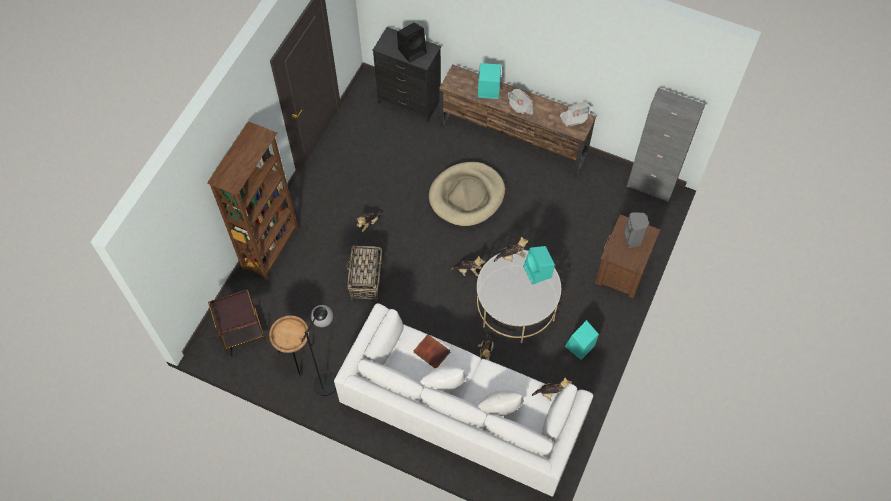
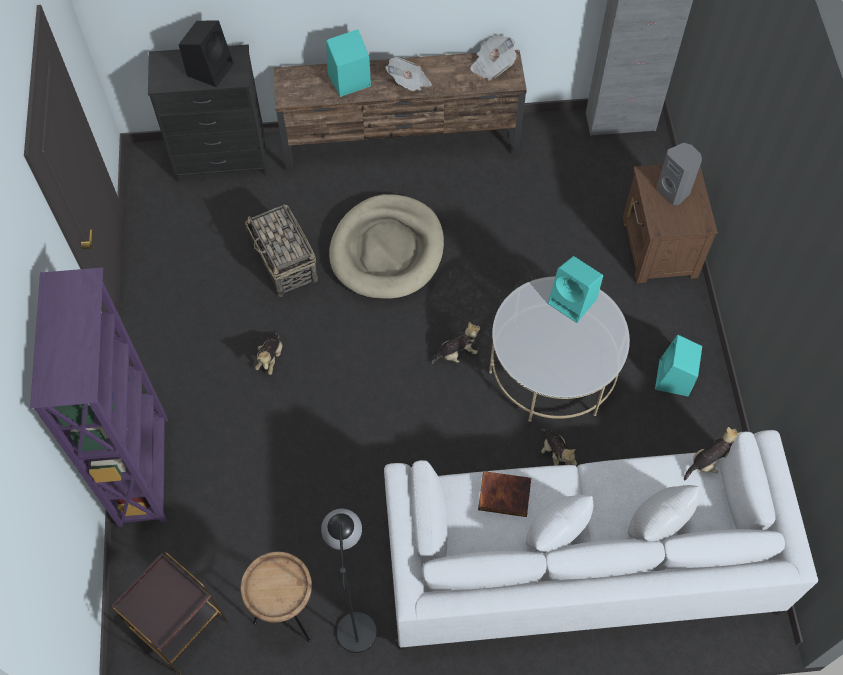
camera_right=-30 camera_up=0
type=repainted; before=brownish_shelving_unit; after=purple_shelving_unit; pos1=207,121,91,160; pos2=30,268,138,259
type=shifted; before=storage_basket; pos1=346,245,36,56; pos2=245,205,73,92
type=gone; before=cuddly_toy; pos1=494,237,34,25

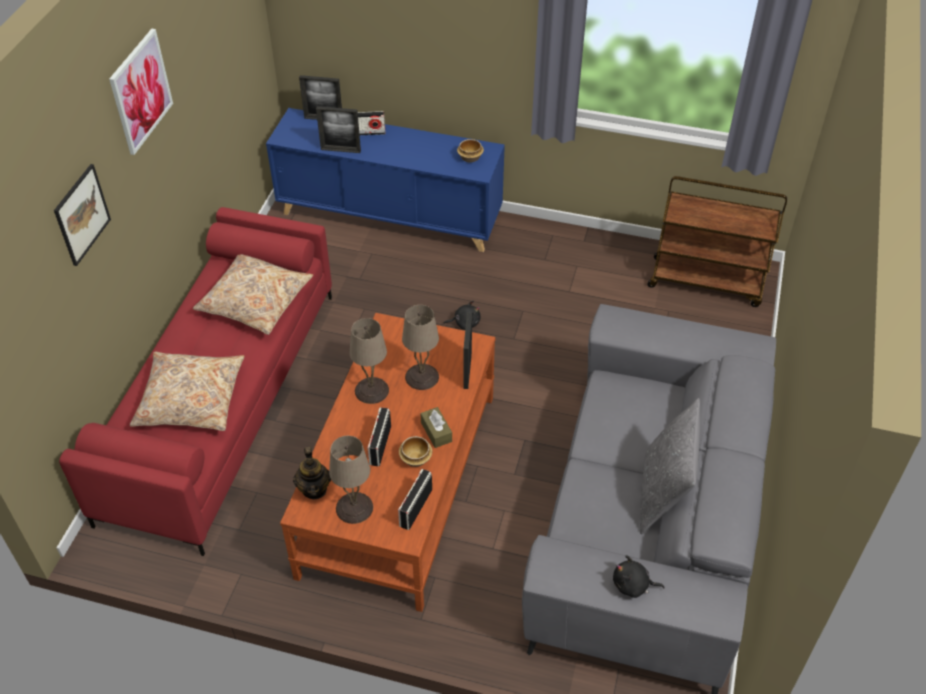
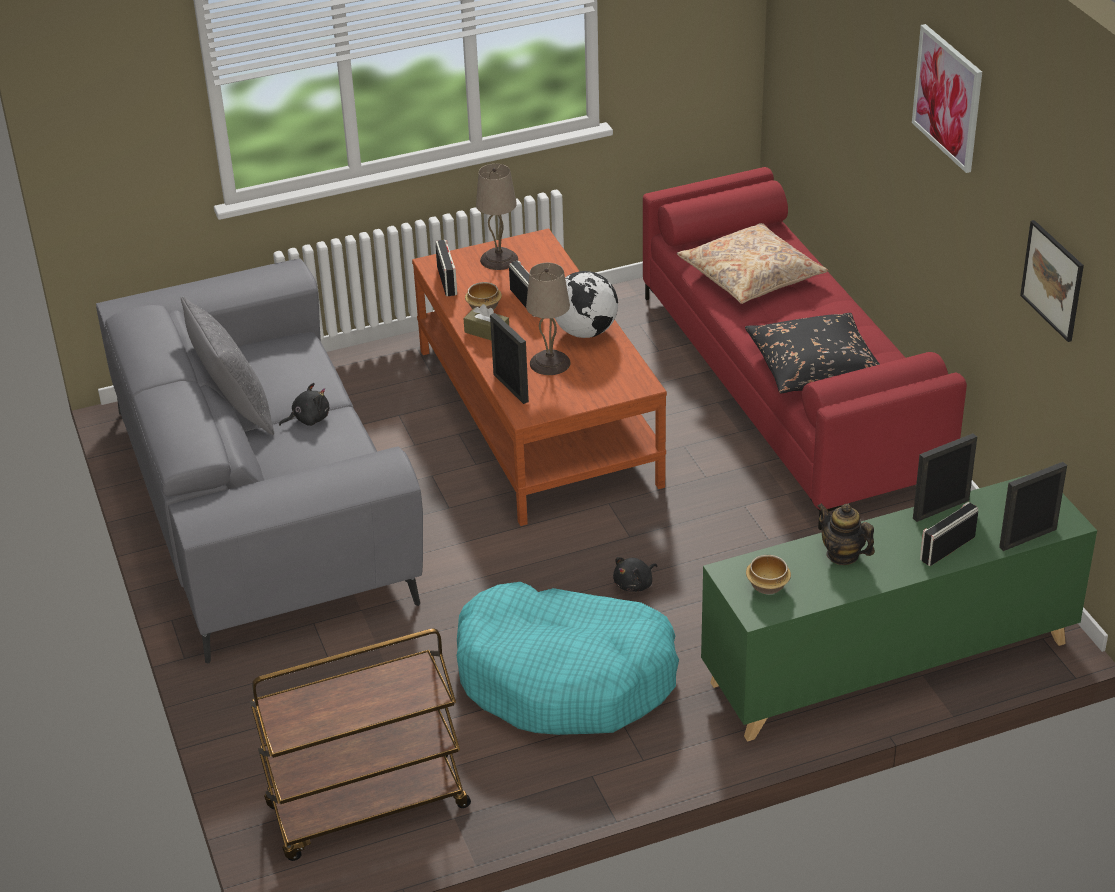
camera_right=145 camera_up=-10
type=shifted; before=wall_art; pos1=54,164,57,102; pos2=1020,220,64,122
type=repainted; before=sand-coloured_cushion; after=blackish_cushion; pos1=193,255,120,80; pos2=745,313,135,81
type=repainted; before=blue-coloured_storage_cabinet; after=green-coloured_storage_cabinet; pos1=266,108,239,144; pos2=701,474,396,268
type=shifted; before=tea_pot; pos1=293,447,38,52; pos2=818,503,57,62
type=swapped; before=sand-coloured_tabletop_lamp; after=globe; pos1=350,318,39,86; pos2=555,271,63,67
type=shifted; before=blackish_cuddly_toy; pos1=613,555,52,43; pos2=279,383,50,43
type=new; after=turquoise-coloured_dog_cushion; pos2=456,582,223,153

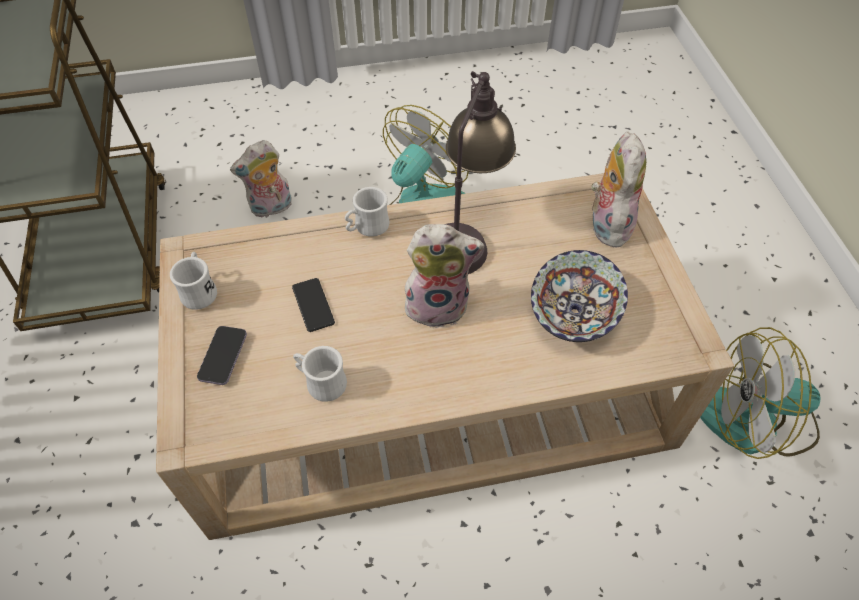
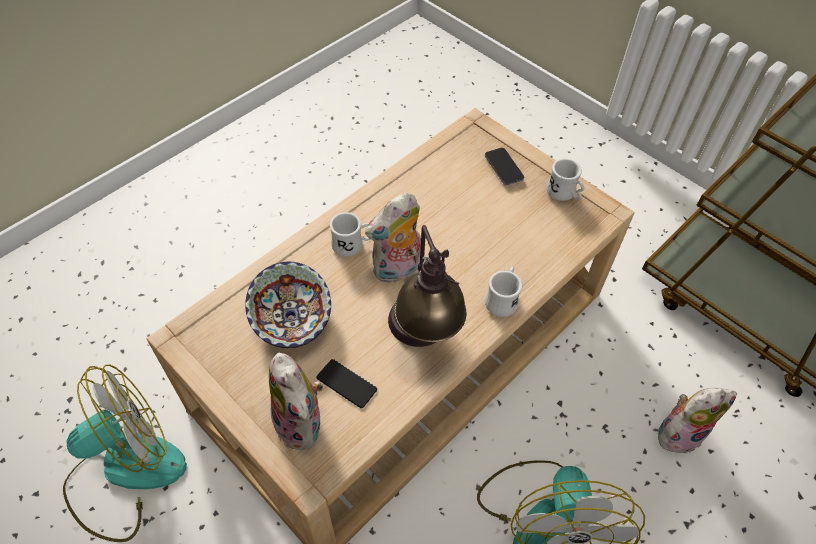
camera_right=145 camera_up=0
type=rotated; before=cuddly_toy; pos1=230,140,62,78; pos2=658,388,79,66; turn=45
type=shifted; before=handset; pos1=292,278,43,54; pos2=316,359,61,49
type=shifted; before=white_mug; pos1=293,346,54,56; pos2=330,212,40,45

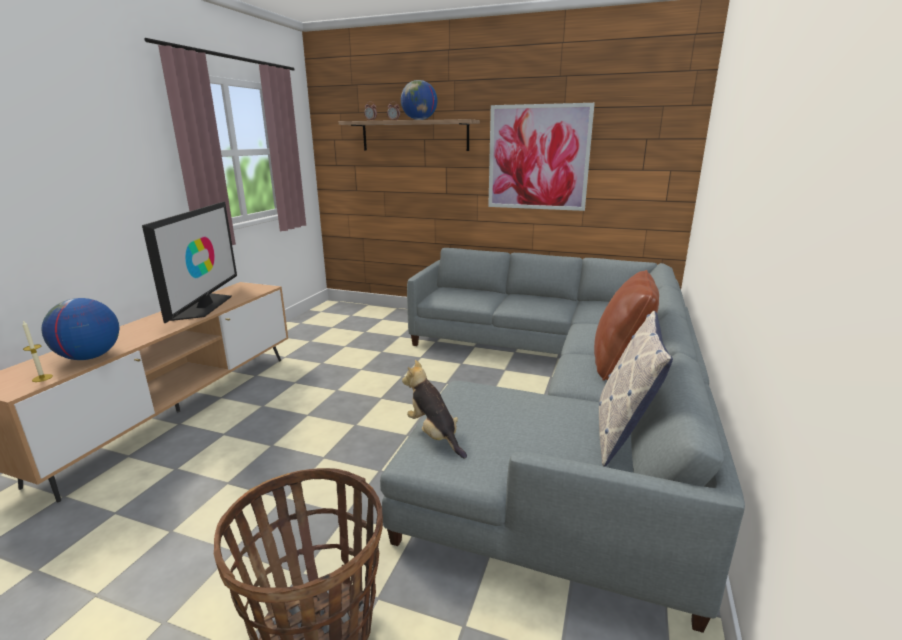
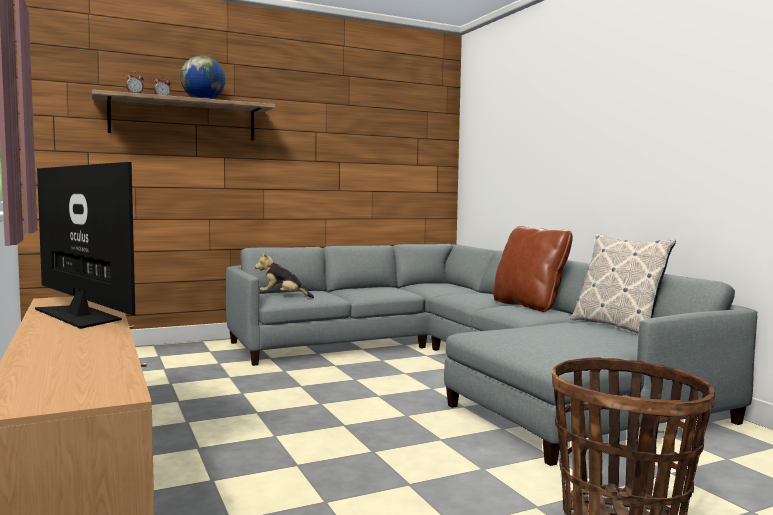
camera_right=-45 camera_up=-15
type=gone; before=wax_light; pos1=22,320,31,62
type=gone; before=globe; pos1=42,298,77,62
type=shifted; before=cuddly_toy; pos1=402,360,65,99; pos2=255,253,59,45
type=gone; before=wall_art; pos1=488,103,107,108

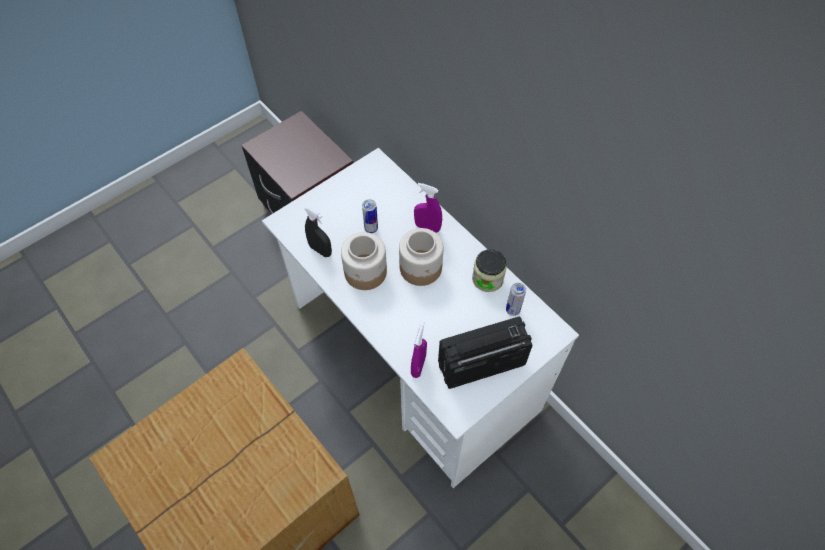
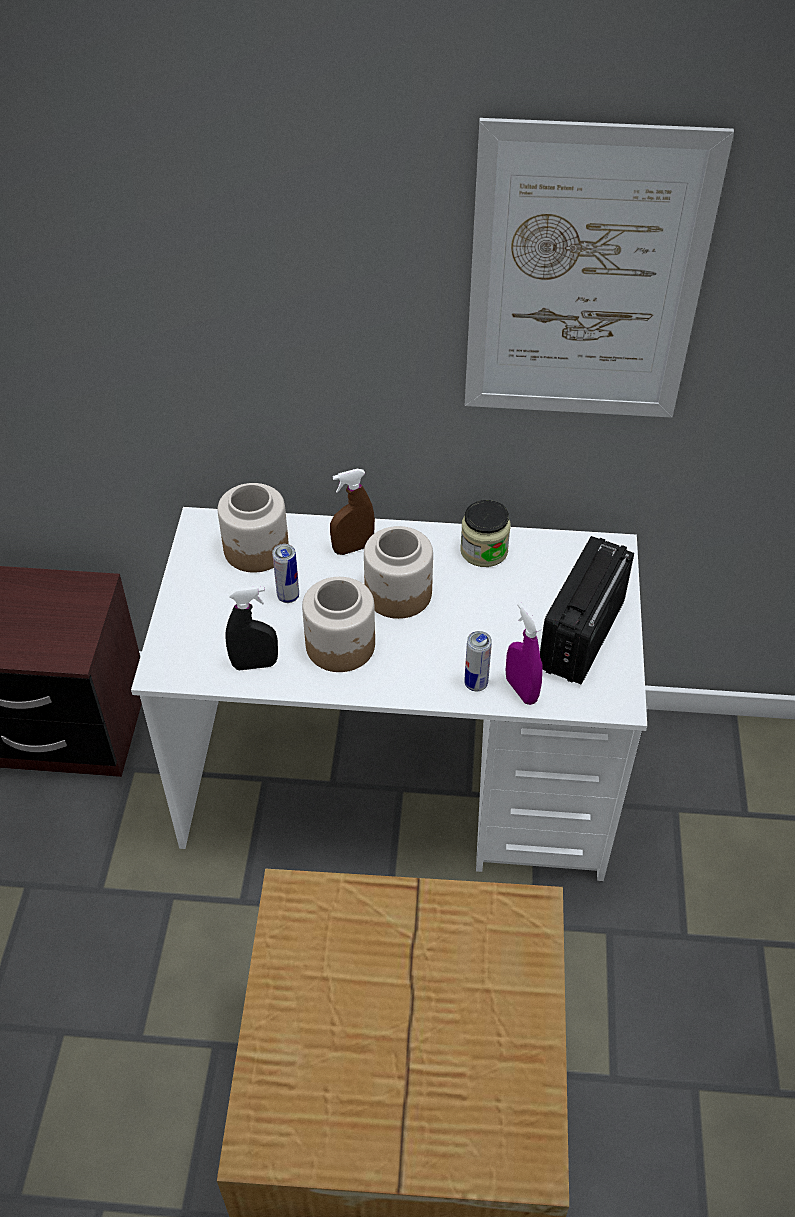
camera_right=-45 camera_up=-10
type=repainted; before=purple_spray_bottle; after=brownish_spray_bottle; pos1=414,183,28,50; pos2=330,469,45,86
type=shifted; before=sealed_can; pos1=506,283,20,33; pos2=464,631,28,60
type=new; after=storage_jar; pos2=218,483,71,90
type=new; after=wall_art; pos2=465,118,269,300

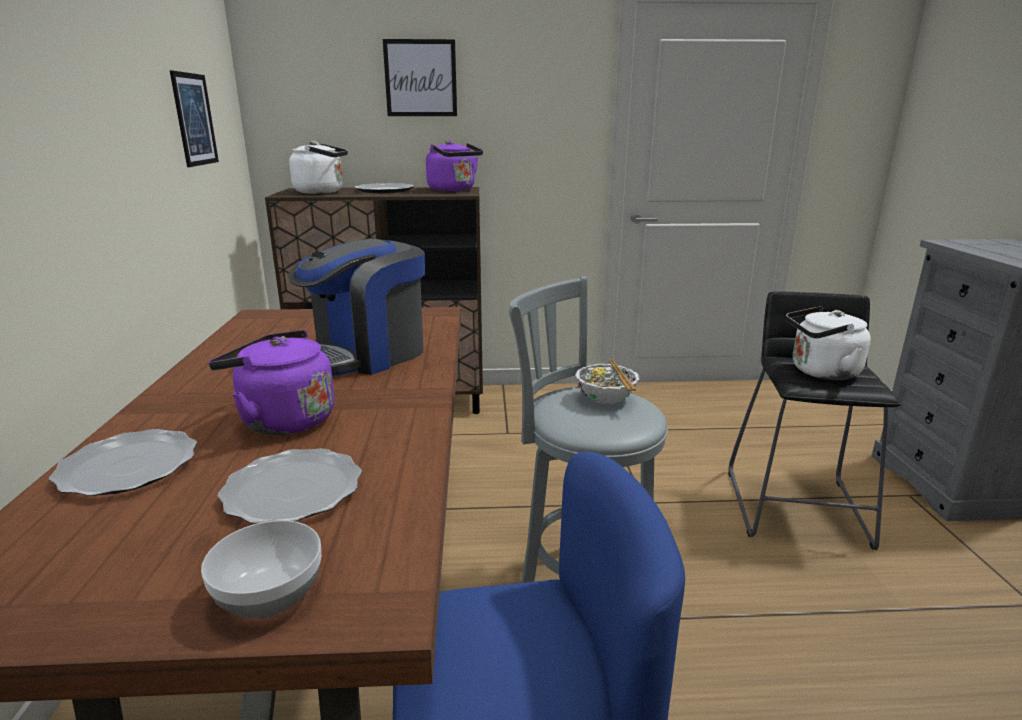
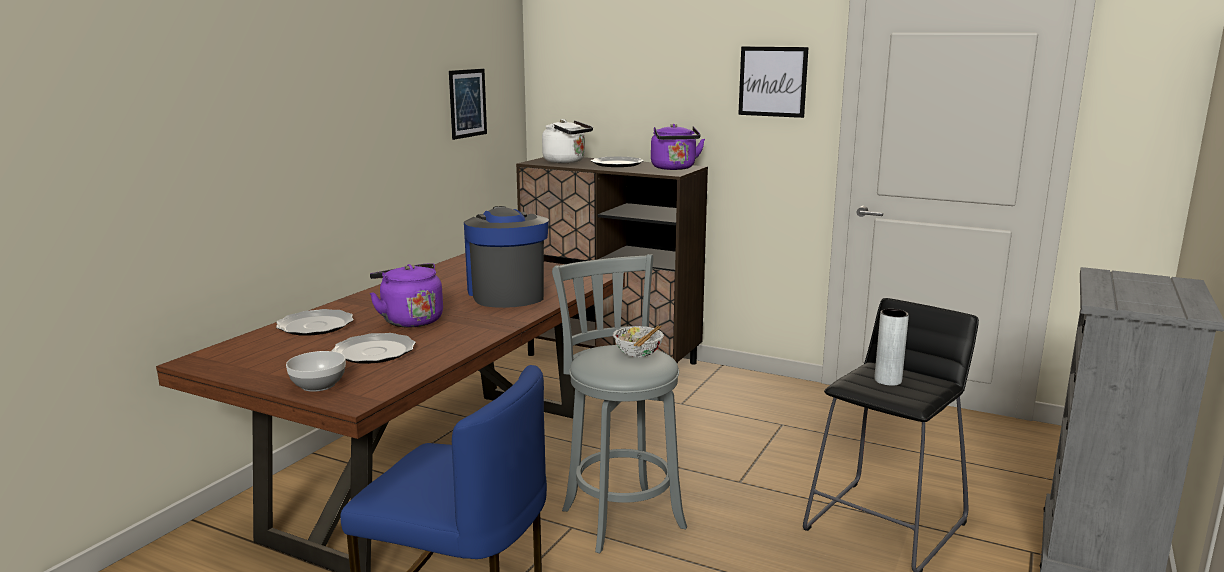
camera_right=30 camera_up=-5
type=rotated; before=coffee_maker; pos1=288,239,137,137; pos2=464,206,85,102; turn=90
type=shifted; before=wall_art; pos1=383,39,74,77; pos2=738,47,71,71
type=swapped; before=white_kettle; after=greyish_vase; pos1=786,306,85,74; pos2=874,309,35,77

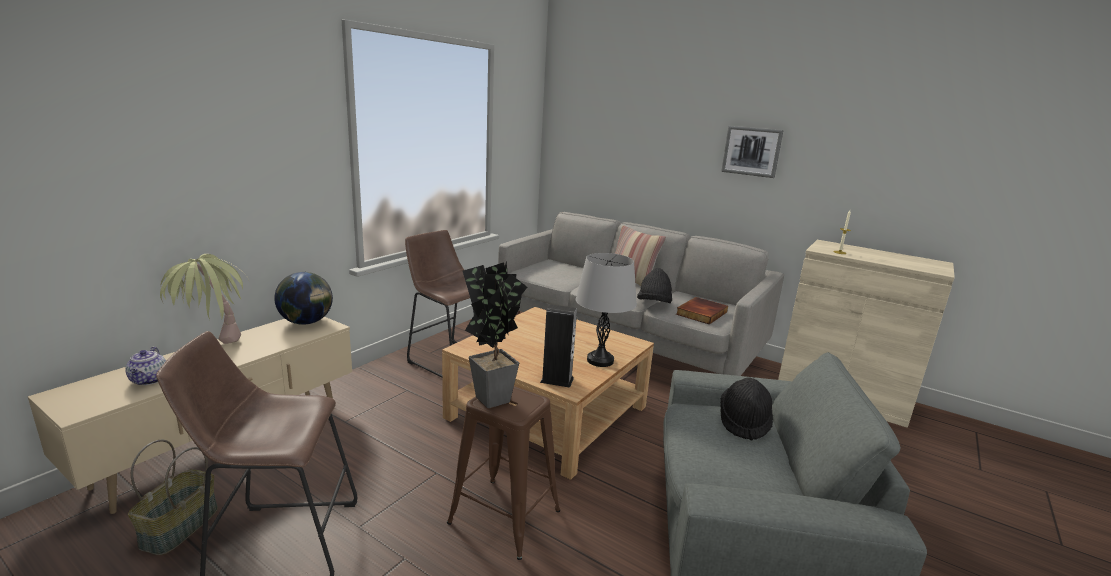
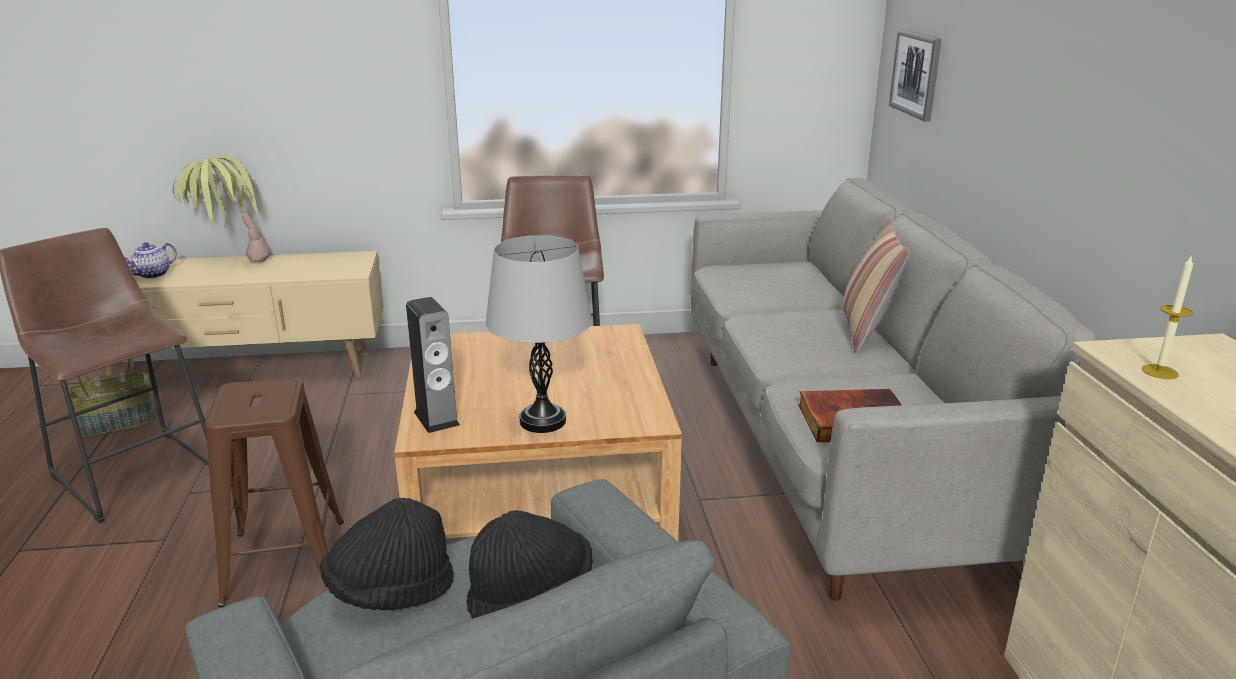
camera_right=50 camera_up=5
type=gone; before=globe; pos1=274,272,59,53
type=gone; before=plant_in_a_pot; pos1=462,261,66,147
type=shifted; before=blackish_hat; pos1=637,268,35,35; pos2=320,498,134,113
type=shifted; before=wall_art; pos1=721,126,62,52; pos2=889,29,53,93

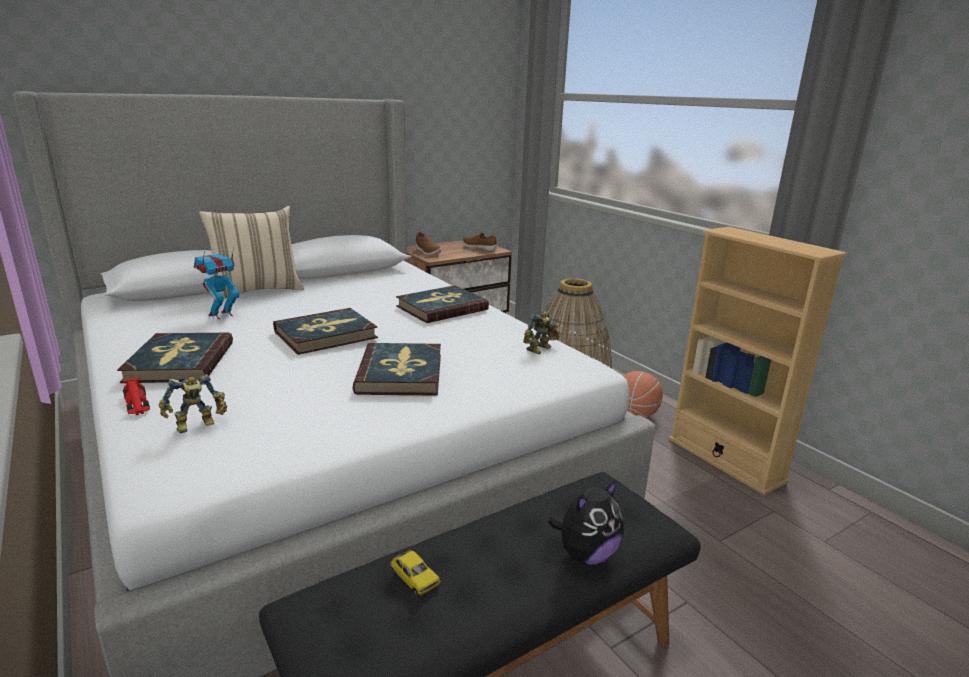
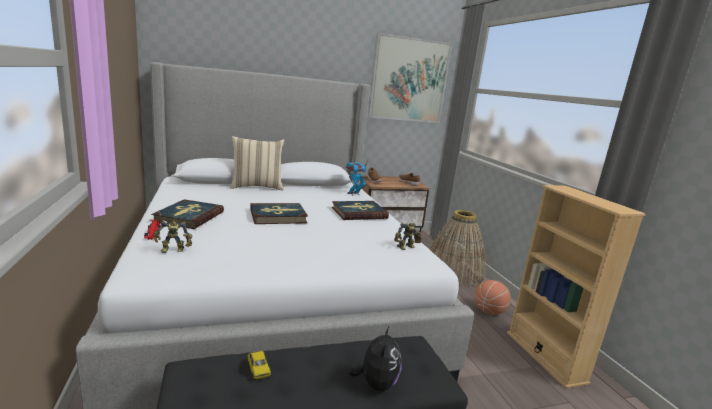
camera_right=15 camera_up=-5
type=shifted; before=toy_robot; pos1=194,246,45,73; pos2=346,161,21,35
type=gone; before=book; pos1=353,343,88,53
type=rotated; before=cuddly_toy; pos1=548,480,76,85; pos2=348,325,54,66; turn=-60
type=new; after=wall_art; pos2=368,33,84,90

